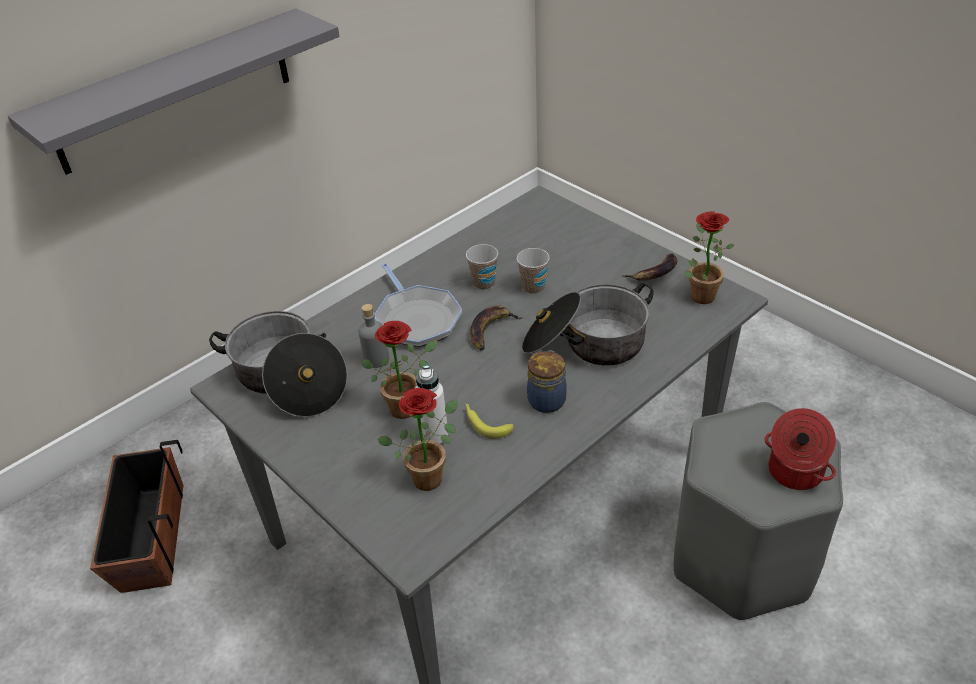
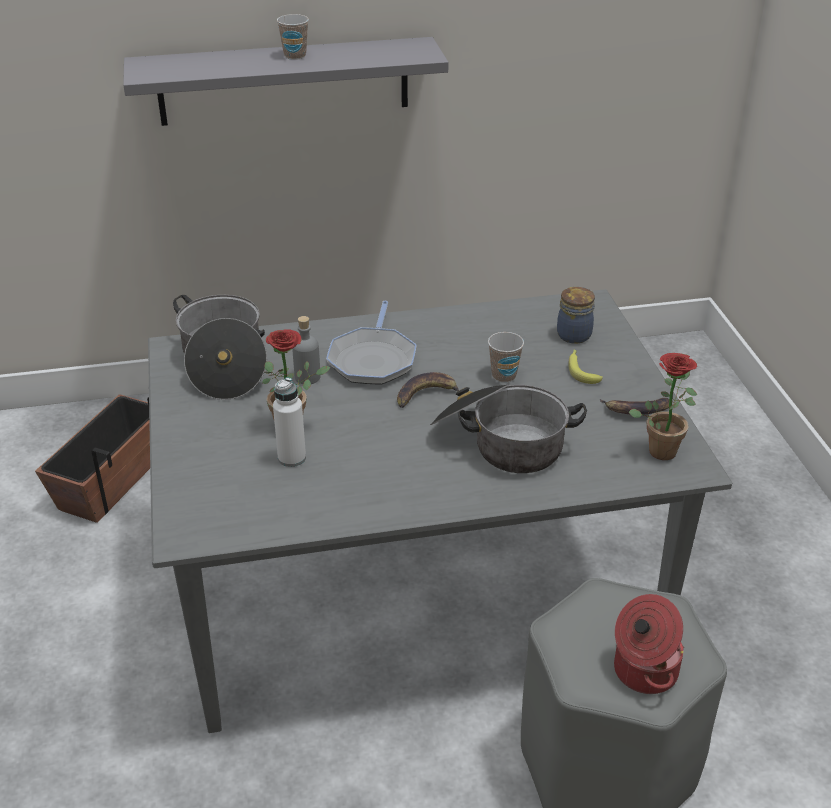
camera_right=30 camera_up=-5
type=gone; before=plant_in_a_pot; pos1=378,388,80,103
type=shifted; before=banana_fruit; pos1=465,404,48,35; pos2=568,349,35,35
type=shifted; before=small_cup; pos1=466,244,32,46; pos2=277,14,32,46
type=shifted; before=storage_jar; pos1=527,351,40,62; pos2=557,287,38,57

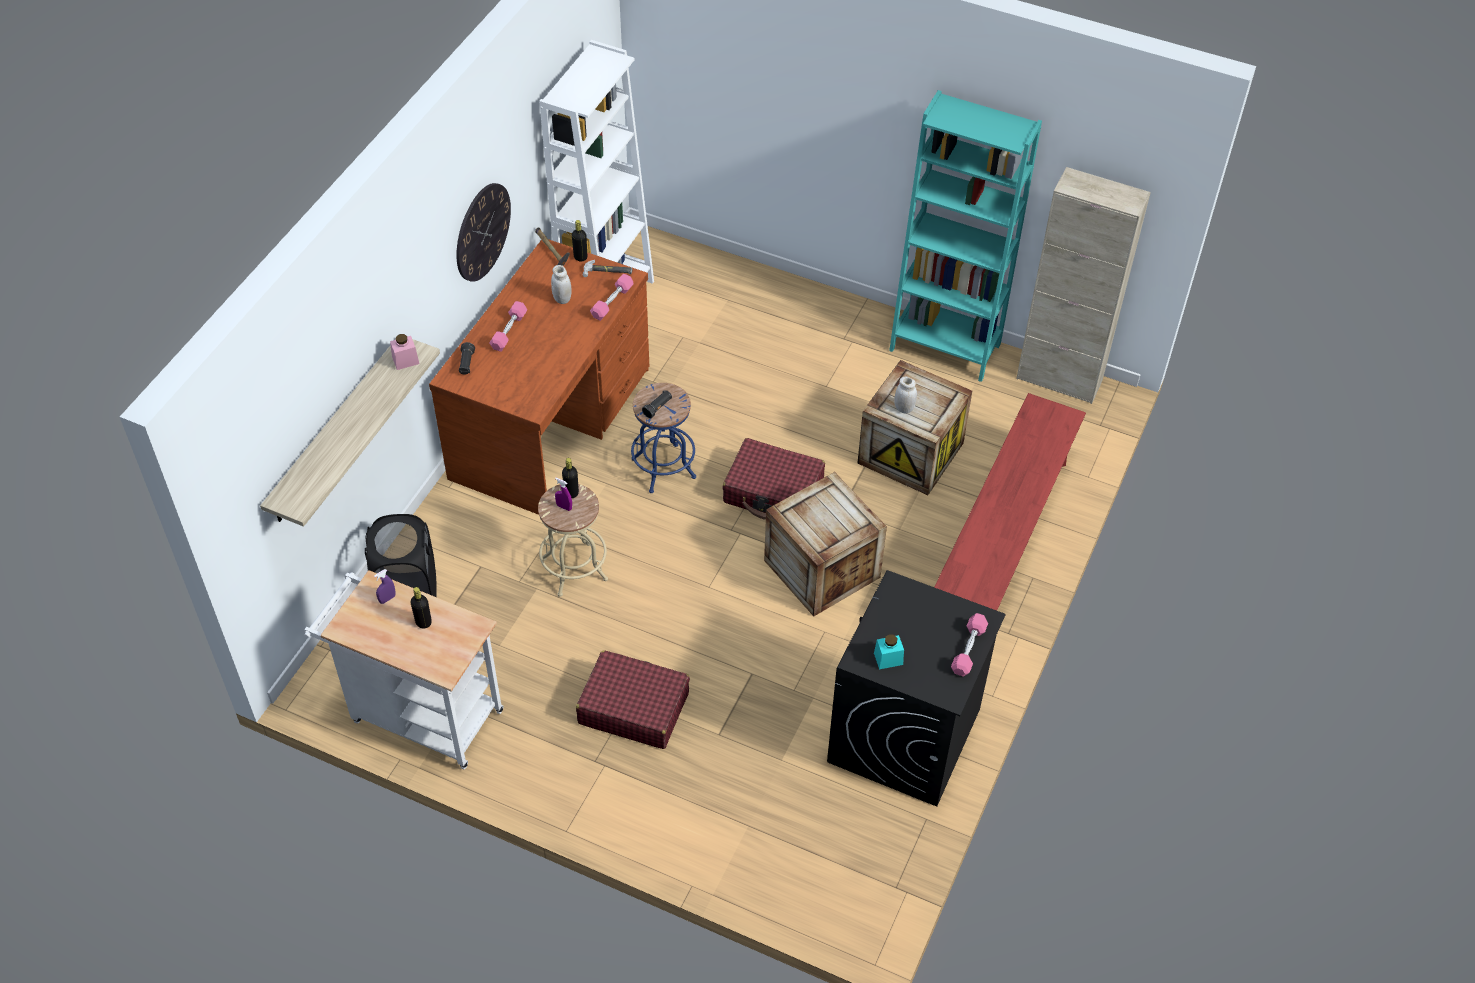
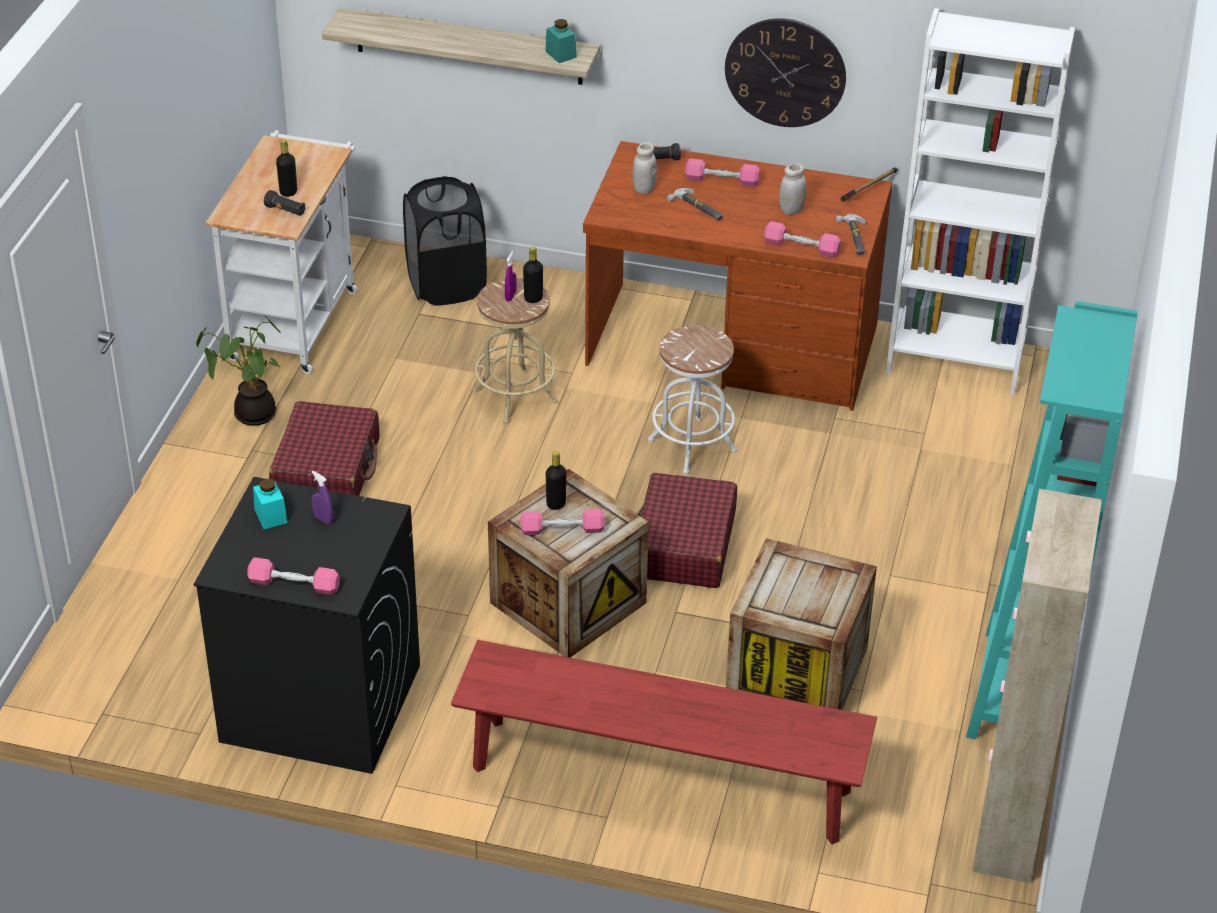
camera_right=80 camera_up=-10
type=shifted; before=purple_spray_bottle; pos1=374,569,21,35; pos2=312,471,22,54
type=repainted; before=pinkish_storage_jar; after=turquoise-coloured_storage_jar; pos1=390,334,29,36; pos2=545,19,32,44
type=shifted; before=blackish_beverage_bottle; pos1=572,220,15,42; pos2=546,451,20,59
type=repainted; before=blue-coloured_stool; after=white_stool; pos1=631,383,65,110; pos2=648,325,89,149
type=shifted; before=blackish_flashlight; pos1=642,390,30,28; pos2=264,190,41,26
type=shifted; before=white_storage_jar; pos1=894,377,23,36; pos2=632,142,25,52
type=new; after=plant_in_a_pot; pos2=196,318,86,108
type=new; after=pinkish_free_weight; pos2=521,509,83,26
type=new; after=hammer; pos2=667,188,56,33

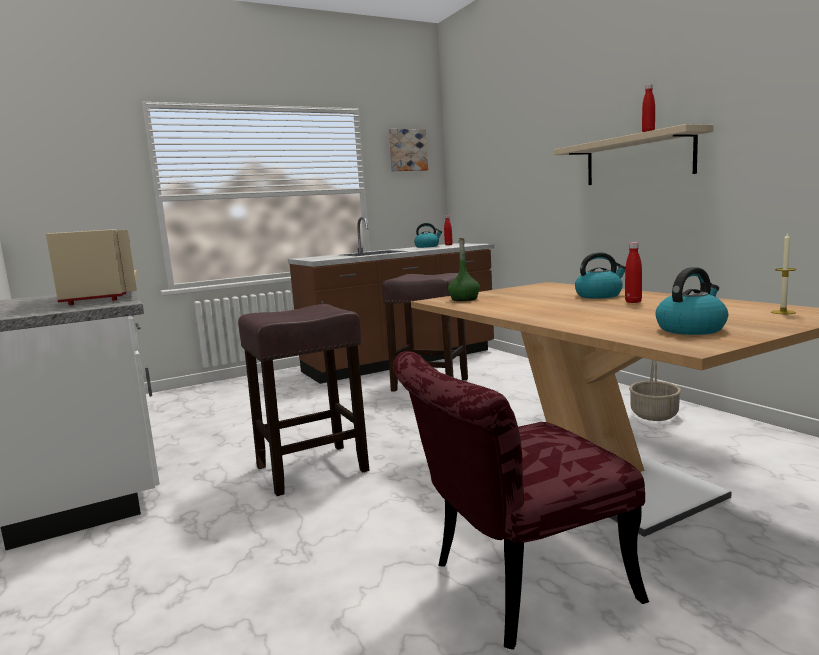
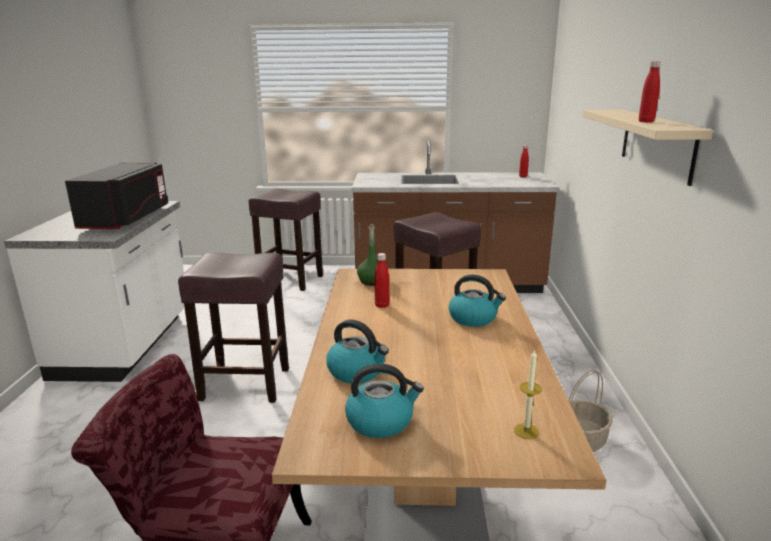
camera_right=30 camera_up=10
type=repainted; before=sand-coloured_microwave; after=blackish_microwave; pos1=46,229,92,76; pos2=65,162,104,67
type=gone; before=wall_art; pos1=389,129,39,42
type=shifted; before=kettle; pos1=414,223,28,25; pos2=326,320,63,63
type=shifted; before=red-coloured_beverage_bottle; pos1=625,242,17,61; pos2=375,253,14,55
type=new; after=brownish_stool; pos2=249,189,74,102

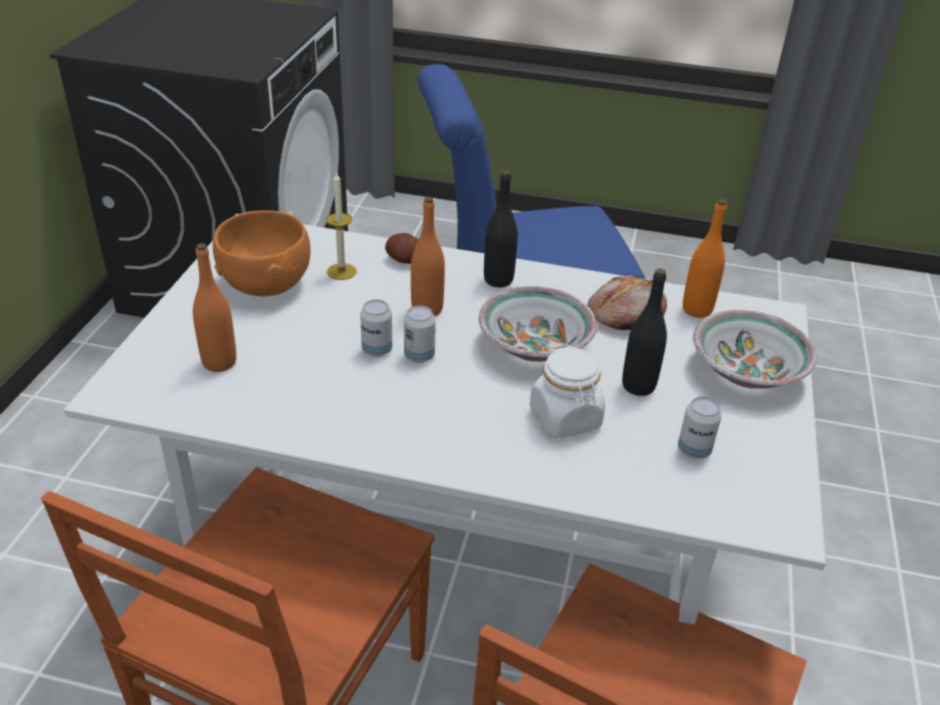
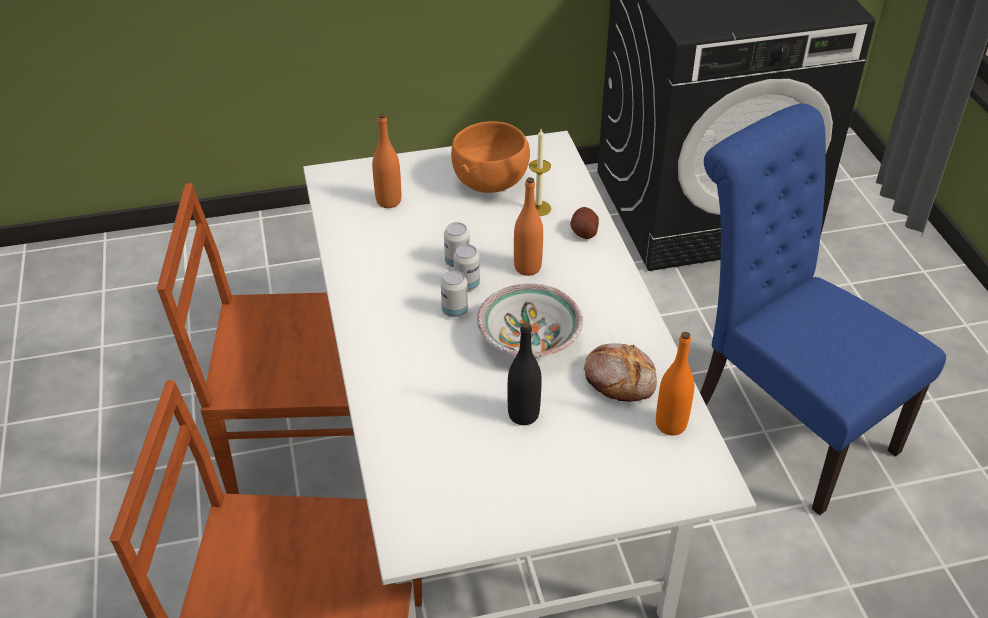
camera_right=65 camera_up=5
type=gone; before=blackish_beverage_bottle; pos1=484,170,34,117
type=gone; before=white_storage_jar; pos1=530,344,75,94
type=shifted; before=sealed_can; pos1=678,397,44,62; pos2=441,270,27,48
type=gone; before=serving_bowl; pos1=693,310,124,79

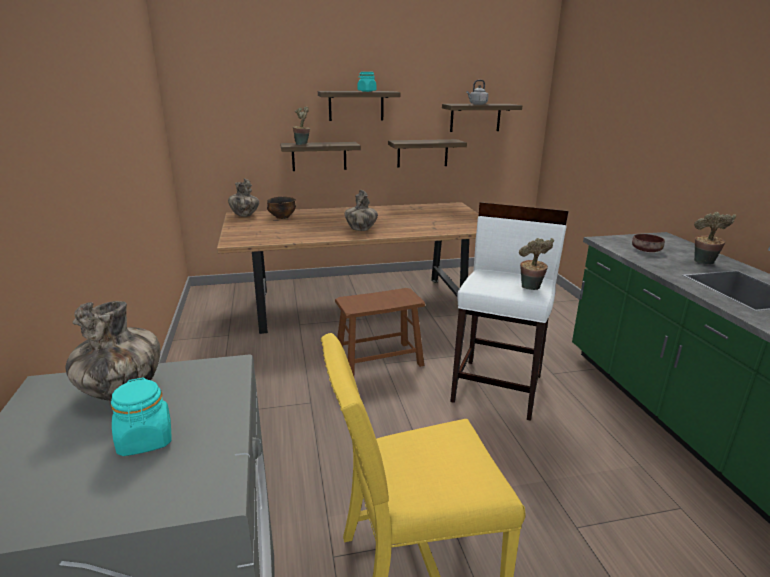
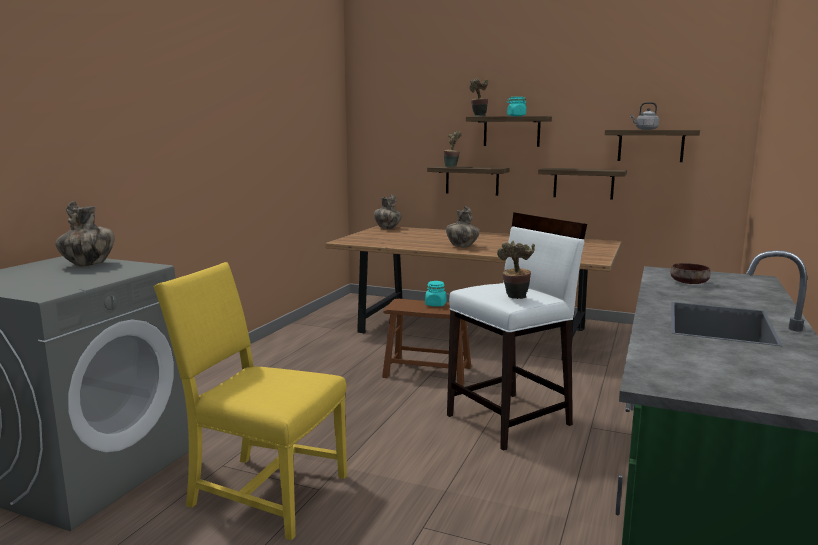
camera_right=35 camera_up=-10
type=shifted; before=turquoise-coloured_storage_jar; pos1=110,377,62,79; pos2=425,281,21,26
type=gone; before=serving_bowl; pos1=267,197,29,22
type=shifted; before=plant_in_a_pot; pos1=694,212,42,53; pos2=469,78,20,39

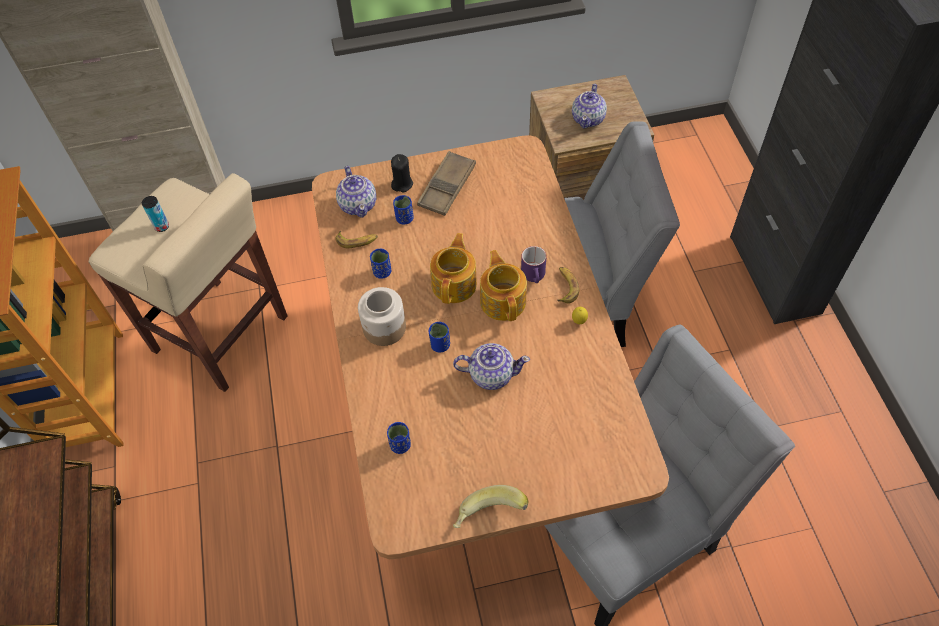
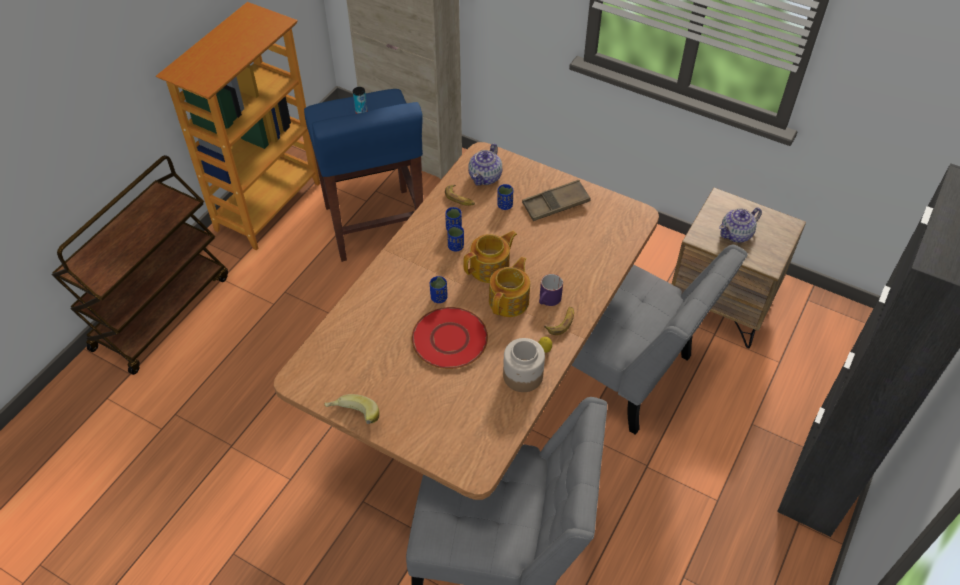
camera_right=40 camera_up=-5
type=repainted; before=sand-coloured_stool; after=blue-coloured_stool; pos1=88,173,200,219; pos2=304,89,119,173
type=shifted; before=storage_jar; pos1=358,287,48,59; pos2=503,338,42,54
type=shifted; before=blue-coloured_small_cup; pos1=387,422,24,32; pos2=447,225,17,27
type=gone; before=blackish_wax_light; pos1=391,154,22,38
type=swapped; before=tea_pot; after=red-coloured_flat_dish; pos1=453,343,77,47; pos2=411,307,77,62

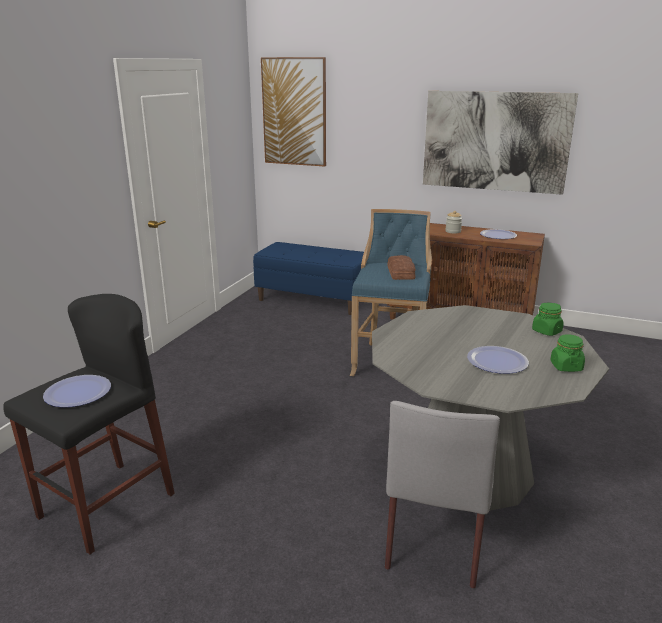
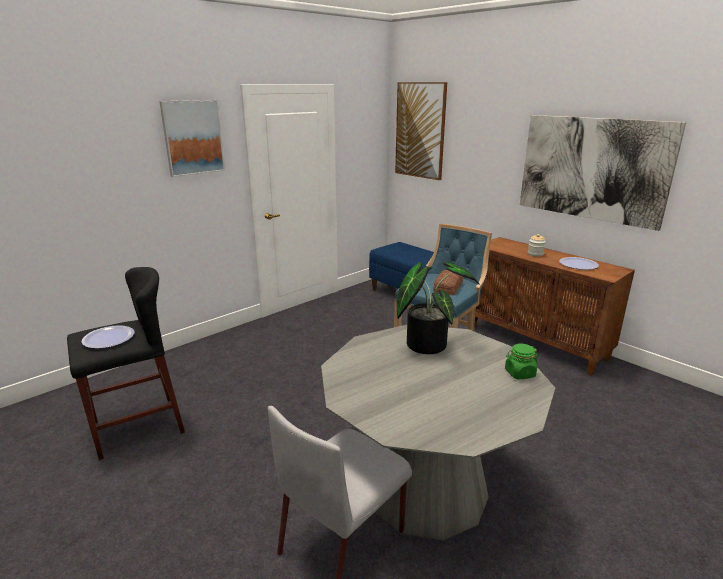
camera_right=25 camera_up=0
type=gone; before=flat_dish; pos1=467,346,62,28
type=gone; before=green-coloured_storage_jar; pos1=550,334,35,38
type=new; after=wall_art; pos2=159,100,66,77
type=new; after=plant_in_a_pot; pos2=397,262,82,92

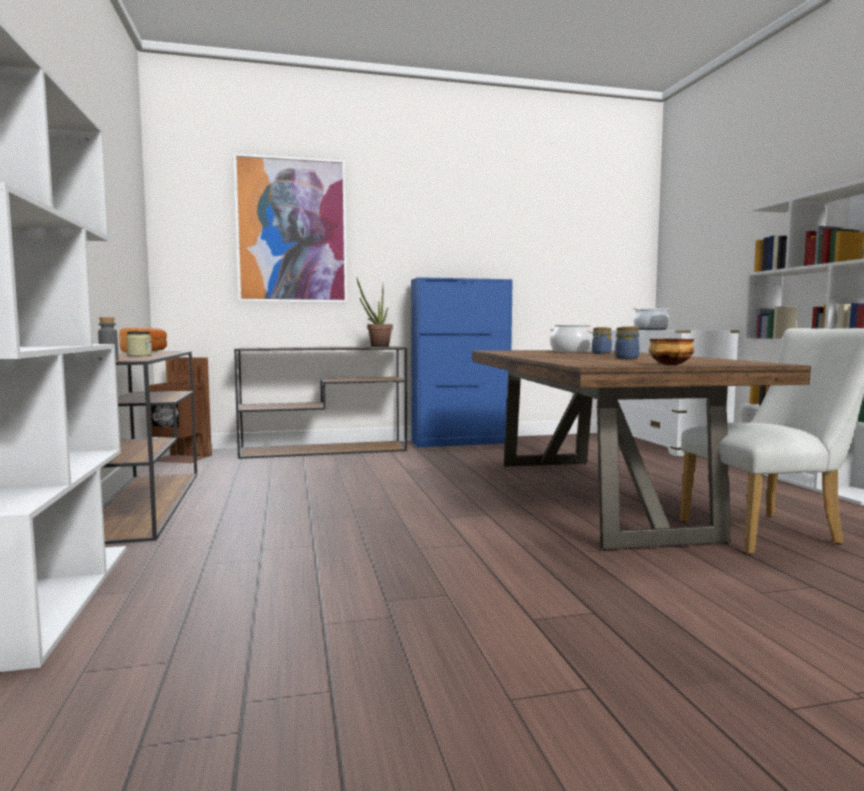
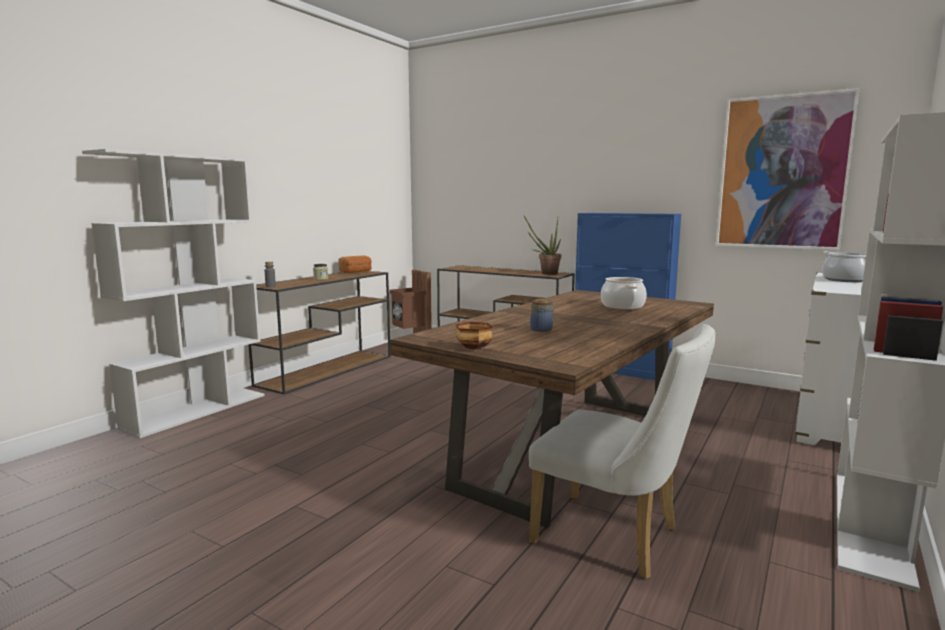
camera_right=45 camera_up=5
type=shifted; before=wall_art; pos1=233,153,114,150; pos2=715,88,145,162
type=gone; before=storage_jar; pos1=592,327,20,27

